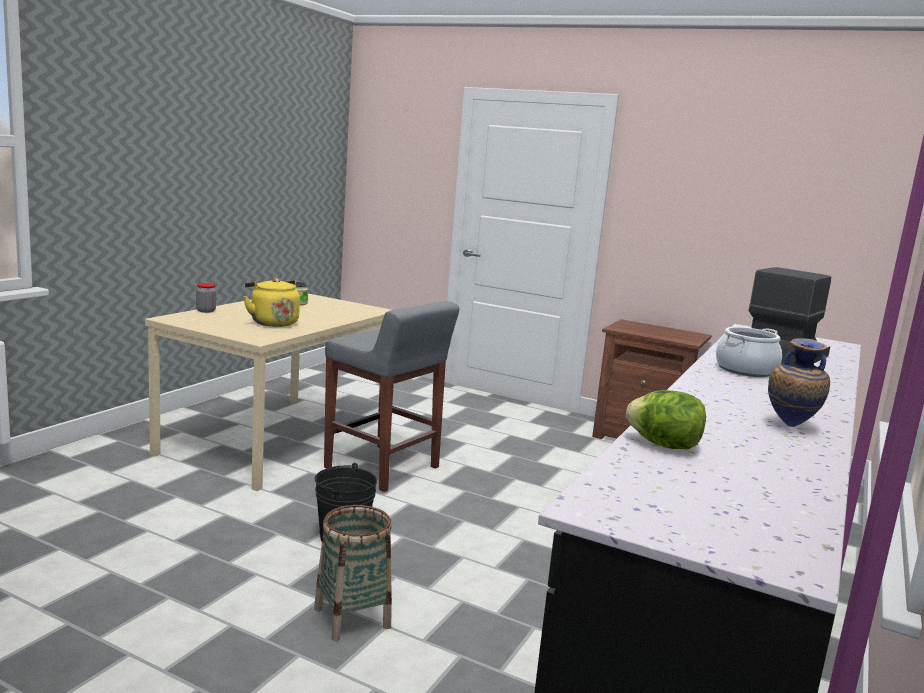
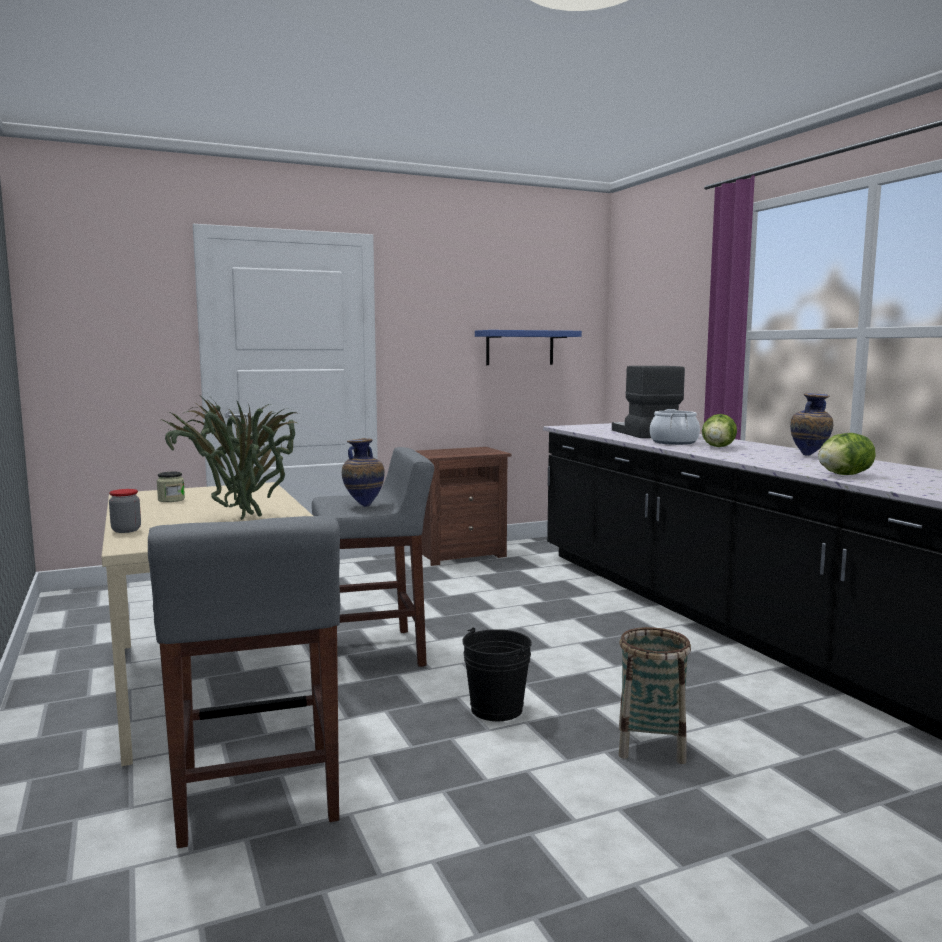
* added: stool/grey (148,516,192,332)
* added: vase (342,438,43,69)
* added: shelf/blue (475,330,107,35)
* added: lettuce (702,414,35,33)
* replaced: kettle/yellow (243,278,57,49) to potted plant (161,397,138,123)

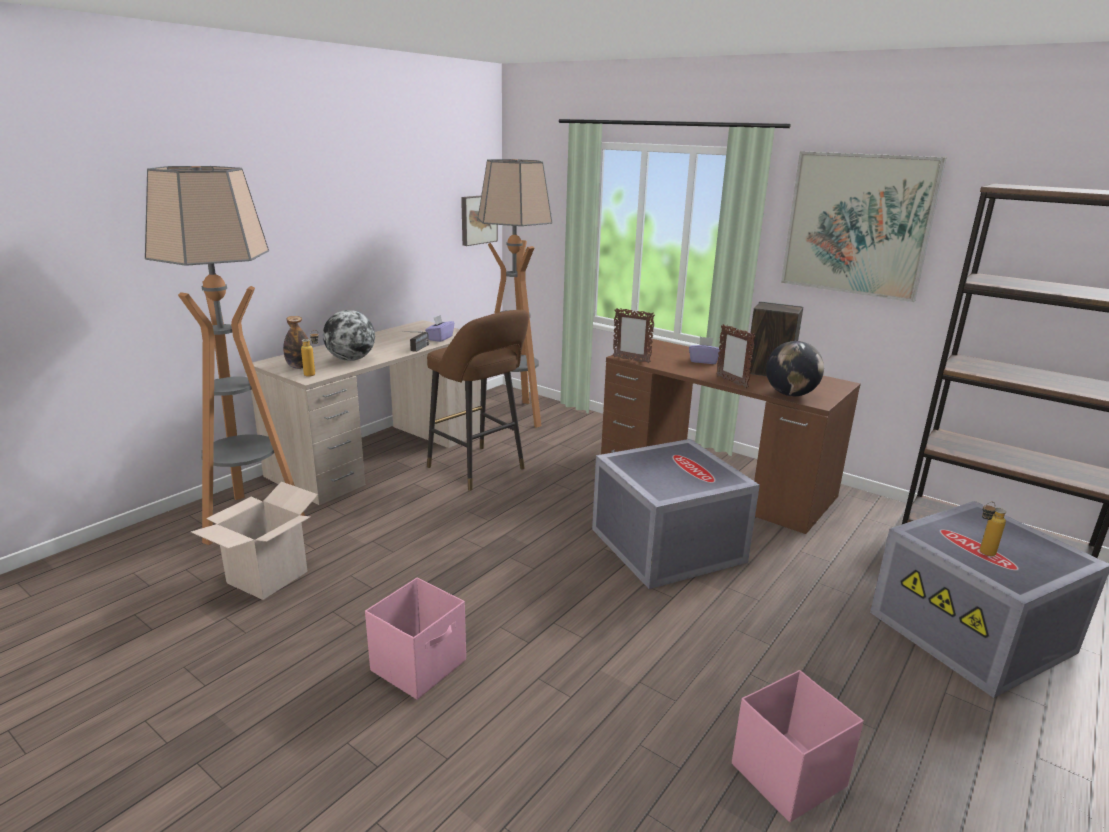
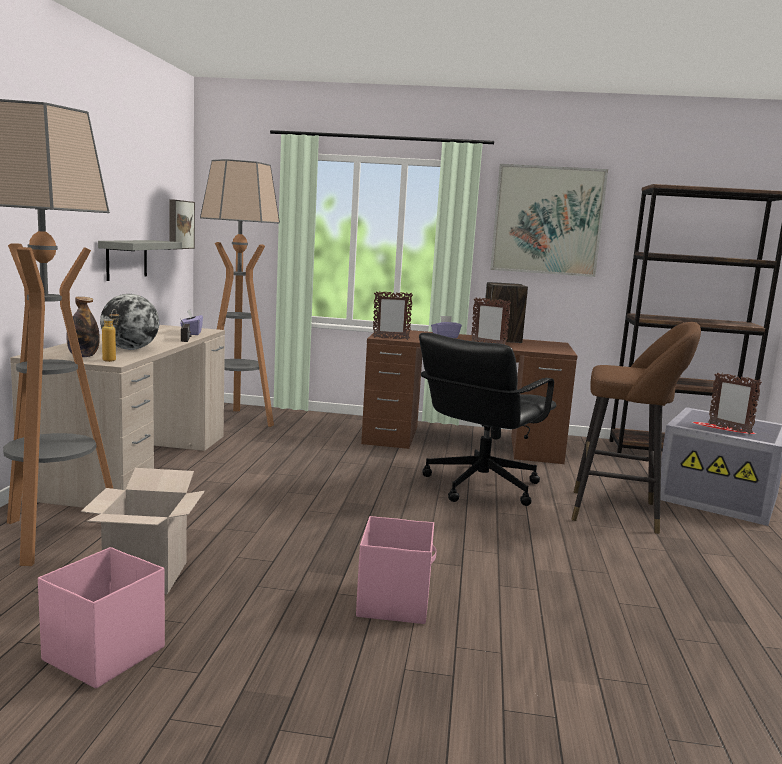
* removed: globe (766,341,58,55)
* added: shelf/grey (98,240,84,41)
* moved: stool/brown (427,310,102,181) to (571,322,130,212)
* moved: storage box/pink (732,670,132,152) to (38,547,127,142)
* replaced: storage box/grey (592,439,168,150) to office chair/black (419,333,137,173)
* replaced: bottle (980,502,27,54) to picture frame (708,372,54,62)

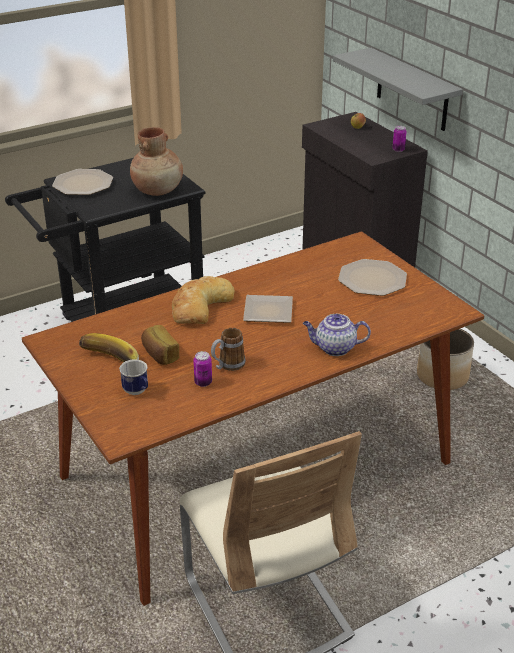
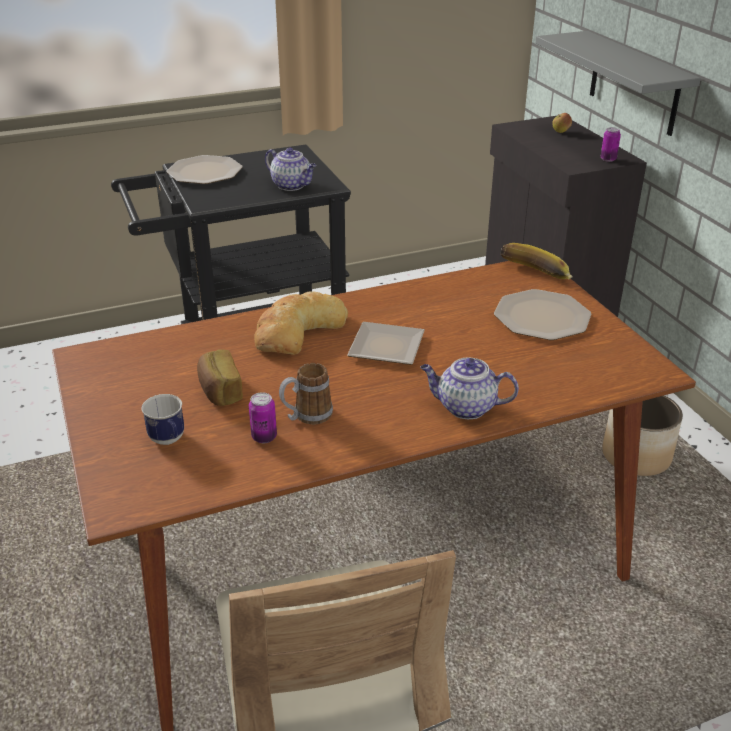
* moved: banana (79,333,60,29) to (500,243,73,37)
* replaced: vase/brown (130,127,53,69) to teapot (265,148,51,43)

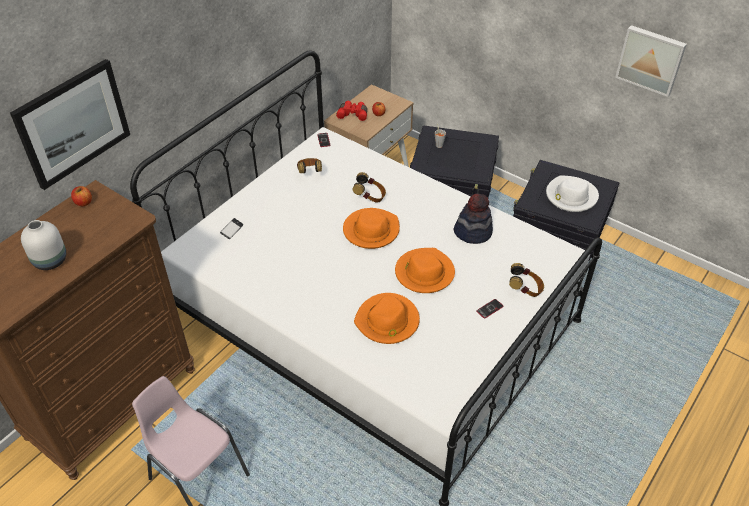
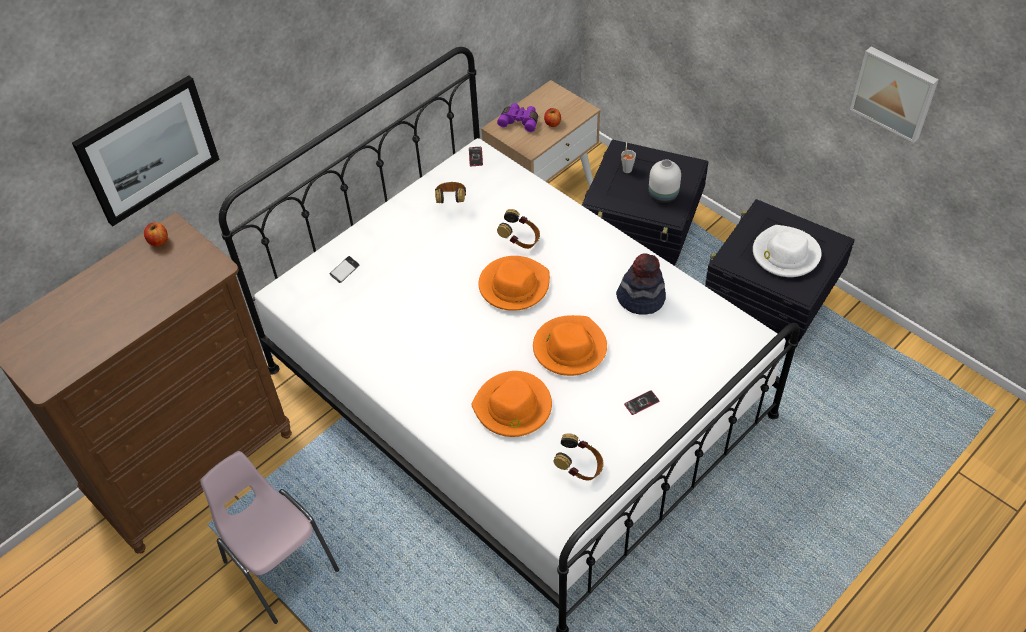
* moved: vase/white (21,220,45,50) to (649,159,32,44)
* moved: headphones (509,263,35,34) to (554,433,49,48)
* recoloured: binoculars/red (336,101,31,20) to binoculars/purple (497,103,41,29)

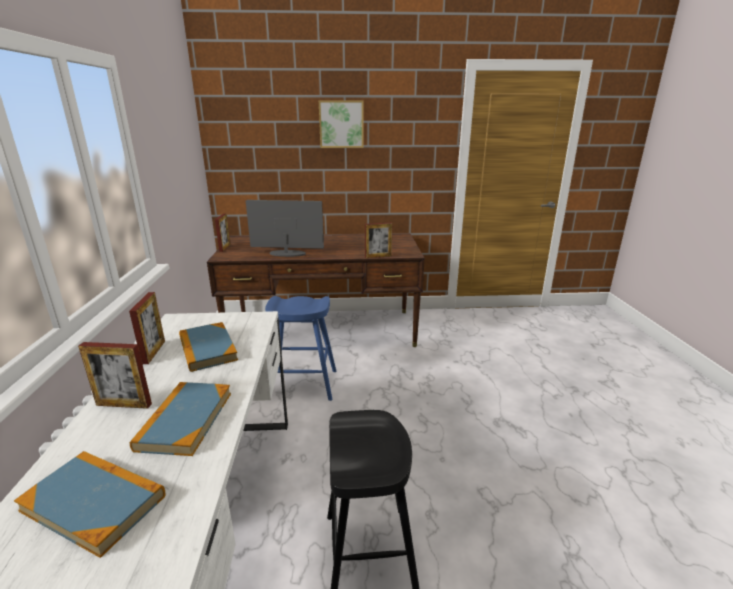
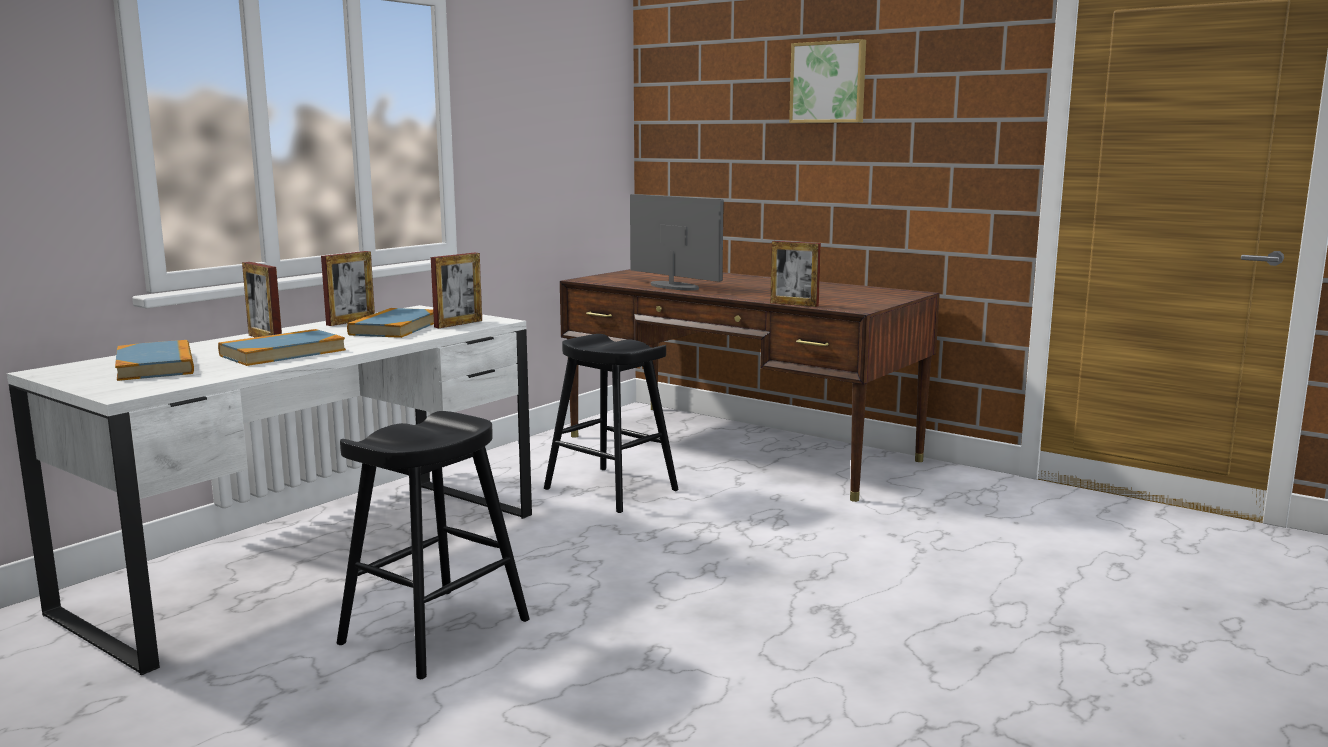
* moved: picture frame (215,214,16,38) to (431,253,51,75)
* recoloured: stool/blue (265,296,71,105) to stool/black (544,334,135,179)

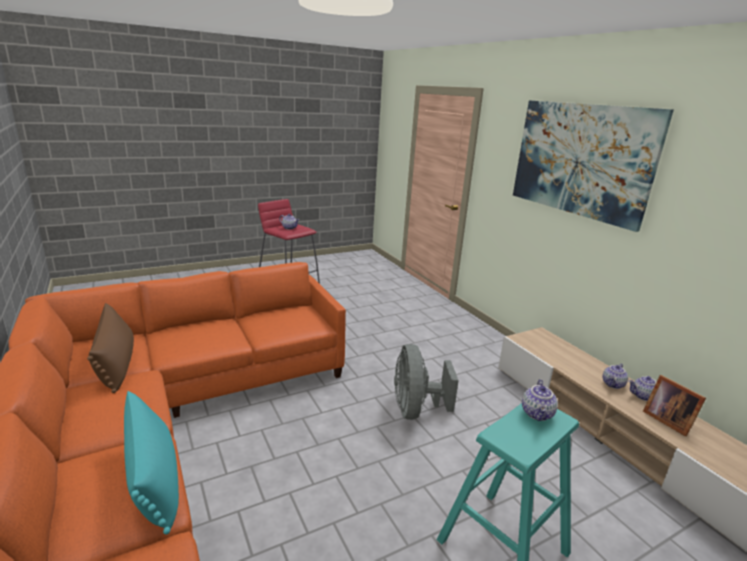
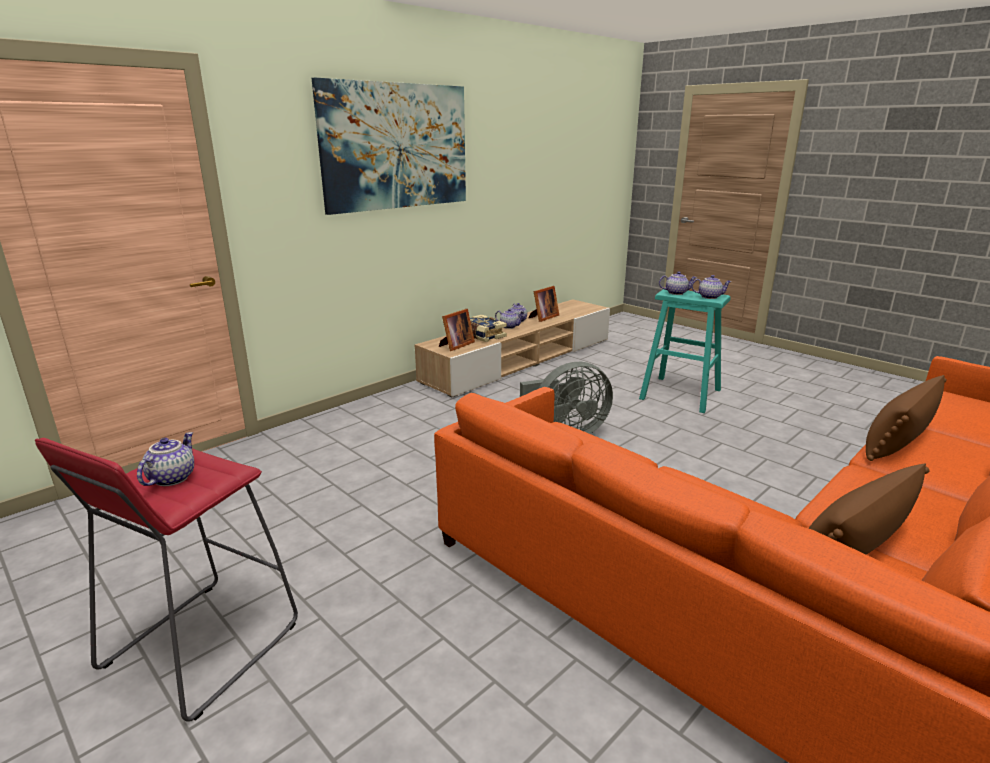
* added: picture frame (439,309,36,42)
* added: book (470,315,37,27)
* added: teapot (691,275,41,24)
* recoloured: pillow/turquoise (124,391,55,144) to pillow/brown (866,375,81,86)

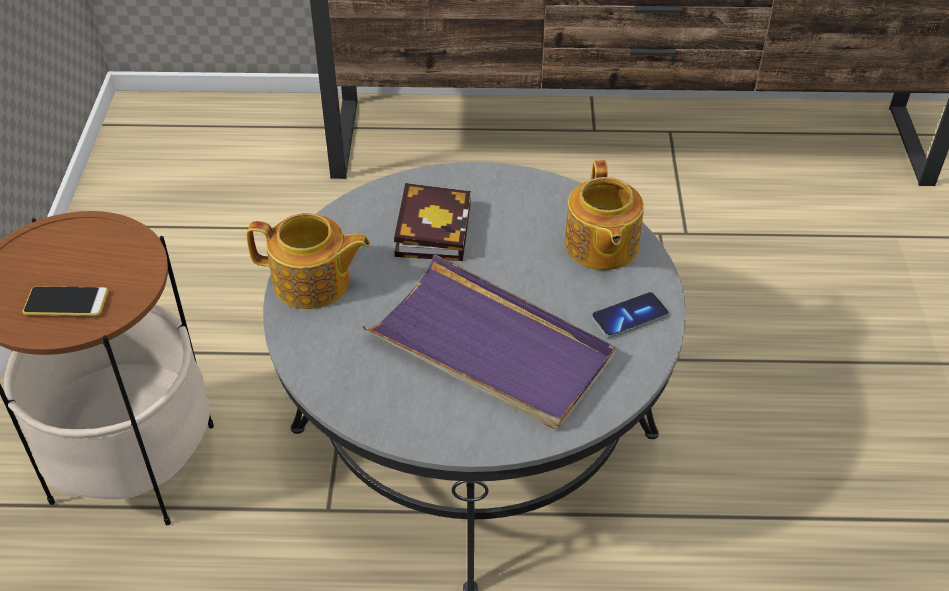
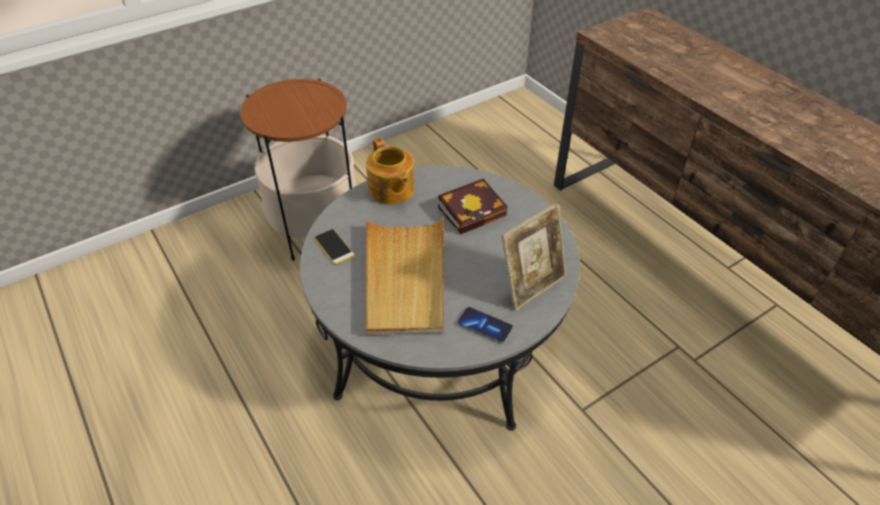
* moved: phone (22,286,87,30) to (314,229,40,36)
* replaced: teapot (565,160,79,110) to picture frame (501,203,66,108)
* recoloured: tray/purple (363,254,252,175) to tray/beige (366,217,78,118)

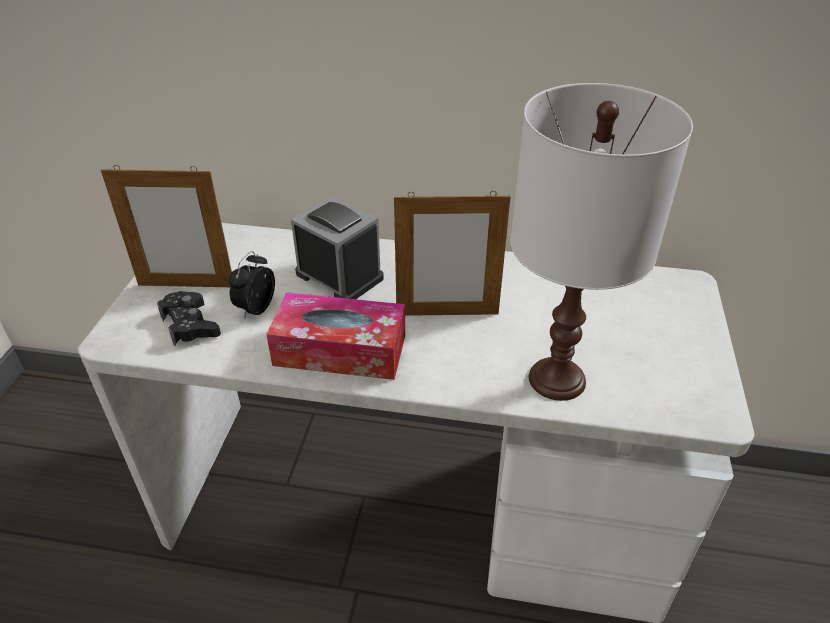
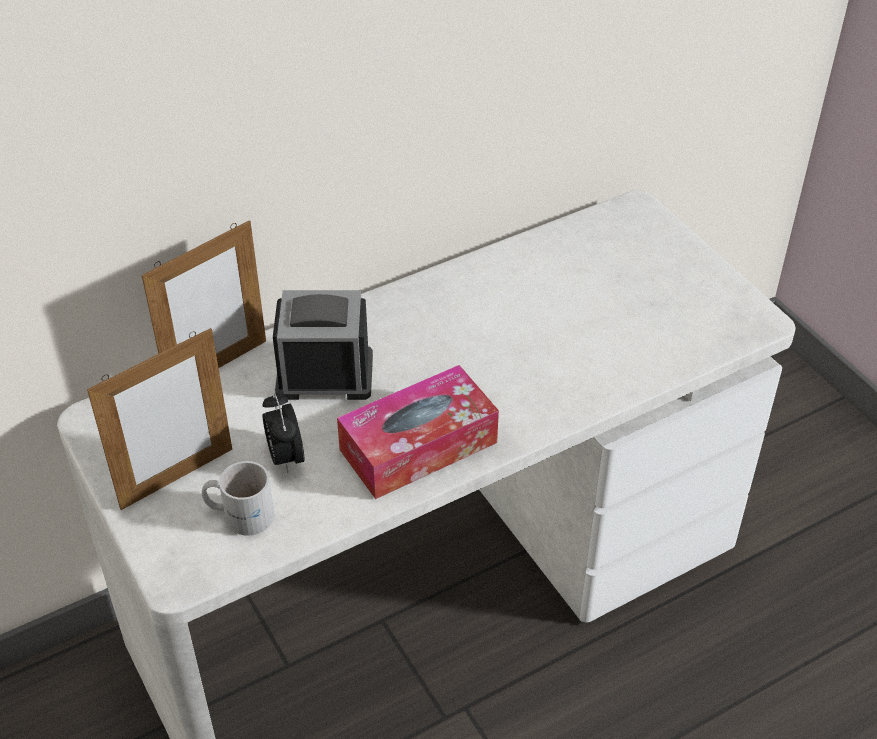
* removed: table lamp/white (510,83,183,318)
* moved: picture frame (394,191,117,125) to (142,220,124,148)
* replaced: game controller/black (157,291,64,55) to mug/white (202,461,73,75)

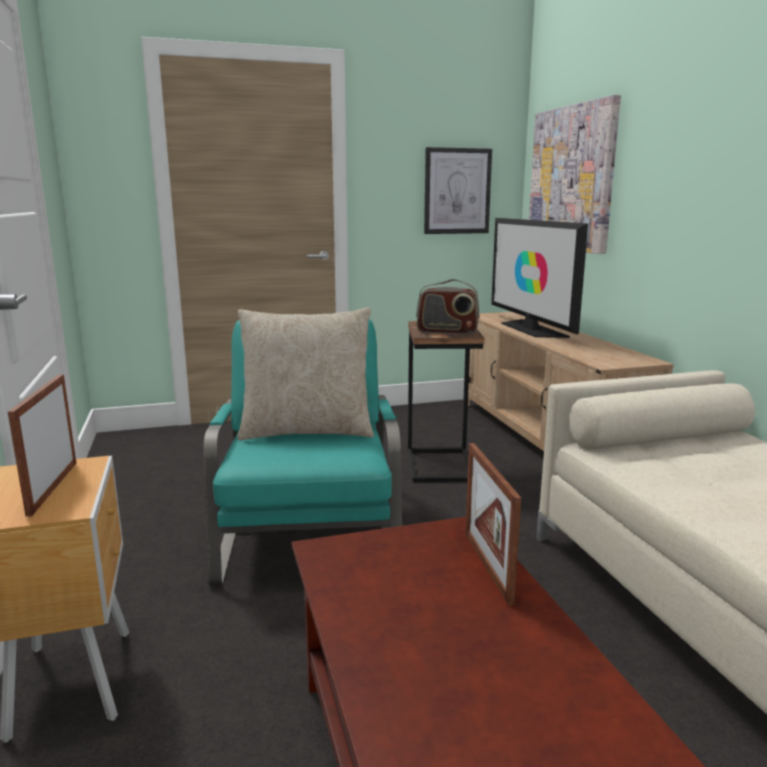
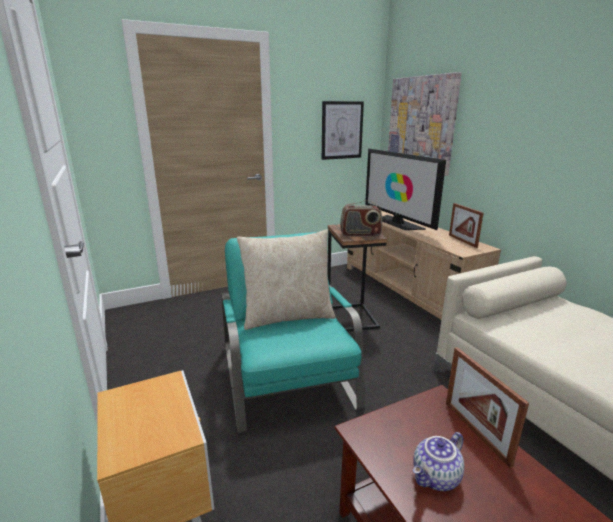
* added: teapot (413,432,51,59)
* moved: picture frame (8,374,68,143) to (449,203,35,45)

